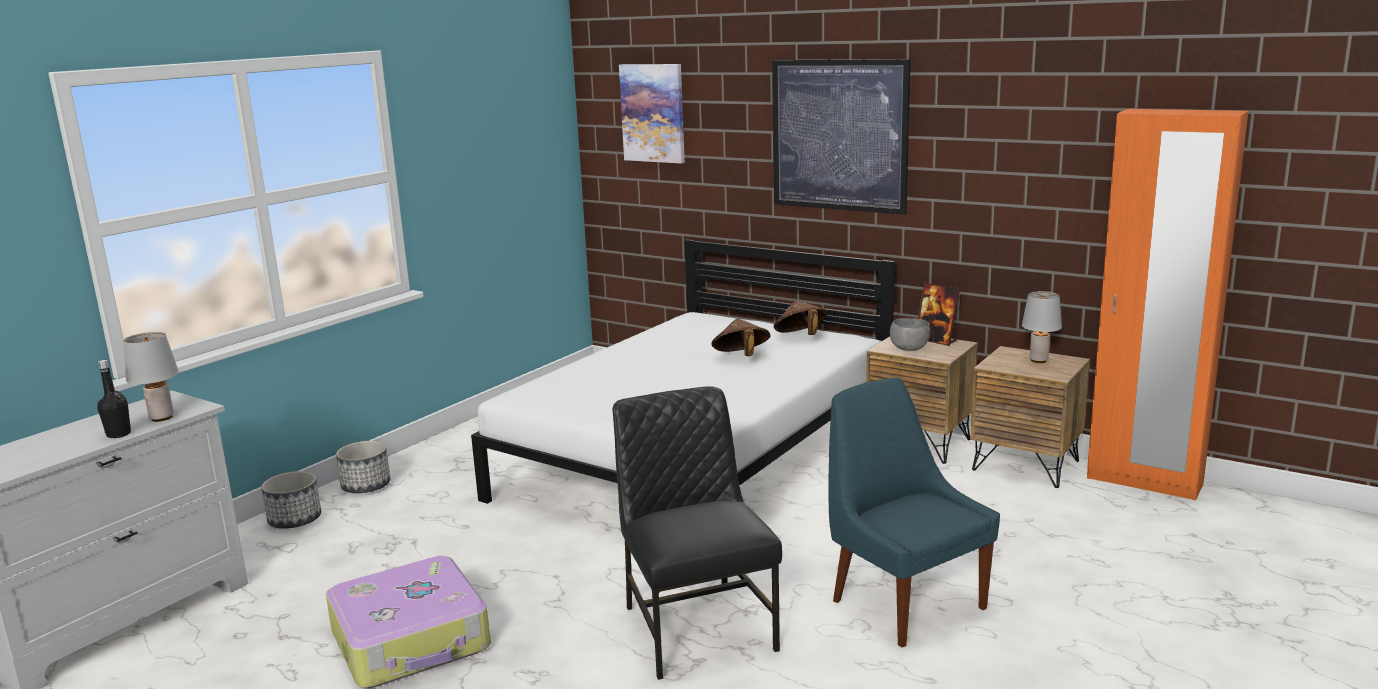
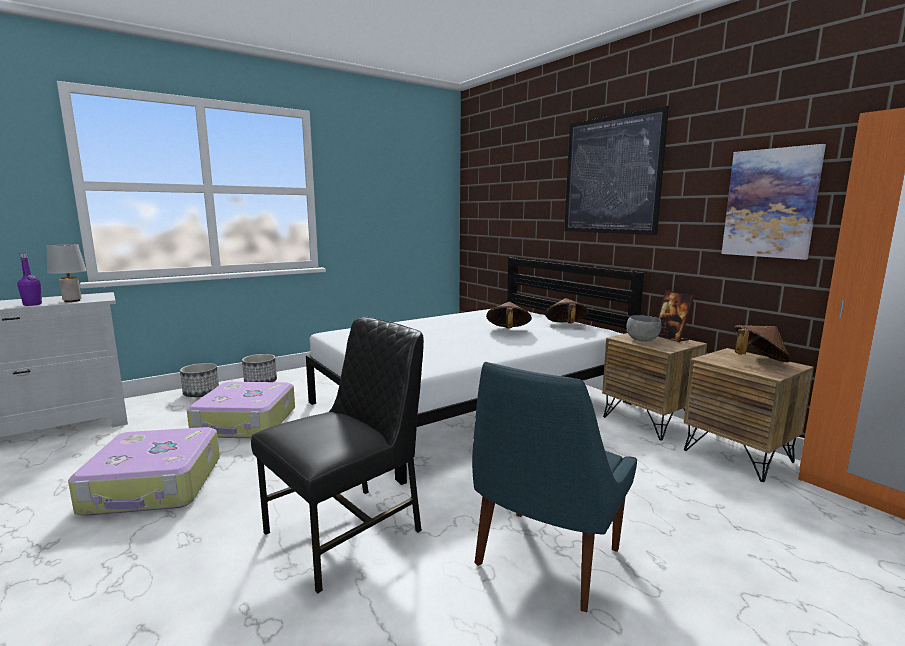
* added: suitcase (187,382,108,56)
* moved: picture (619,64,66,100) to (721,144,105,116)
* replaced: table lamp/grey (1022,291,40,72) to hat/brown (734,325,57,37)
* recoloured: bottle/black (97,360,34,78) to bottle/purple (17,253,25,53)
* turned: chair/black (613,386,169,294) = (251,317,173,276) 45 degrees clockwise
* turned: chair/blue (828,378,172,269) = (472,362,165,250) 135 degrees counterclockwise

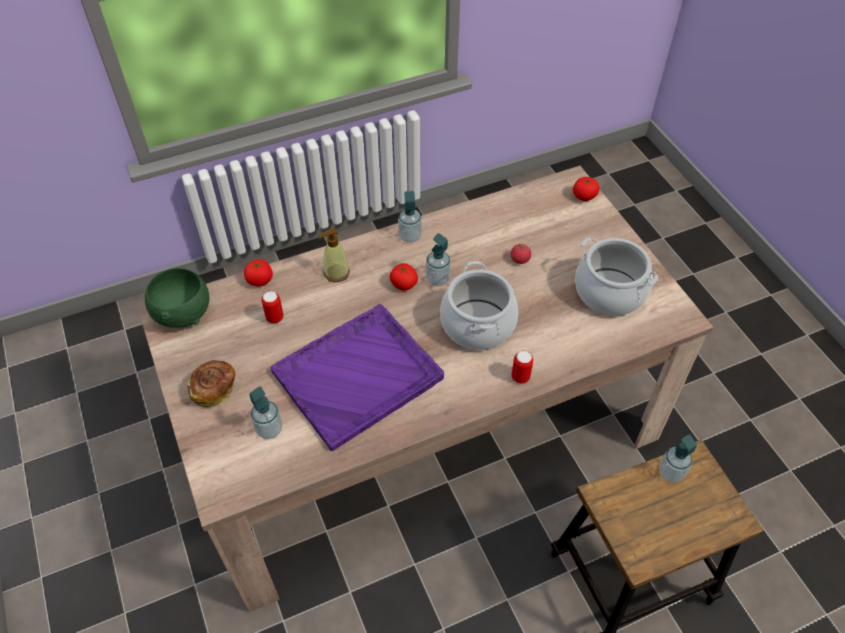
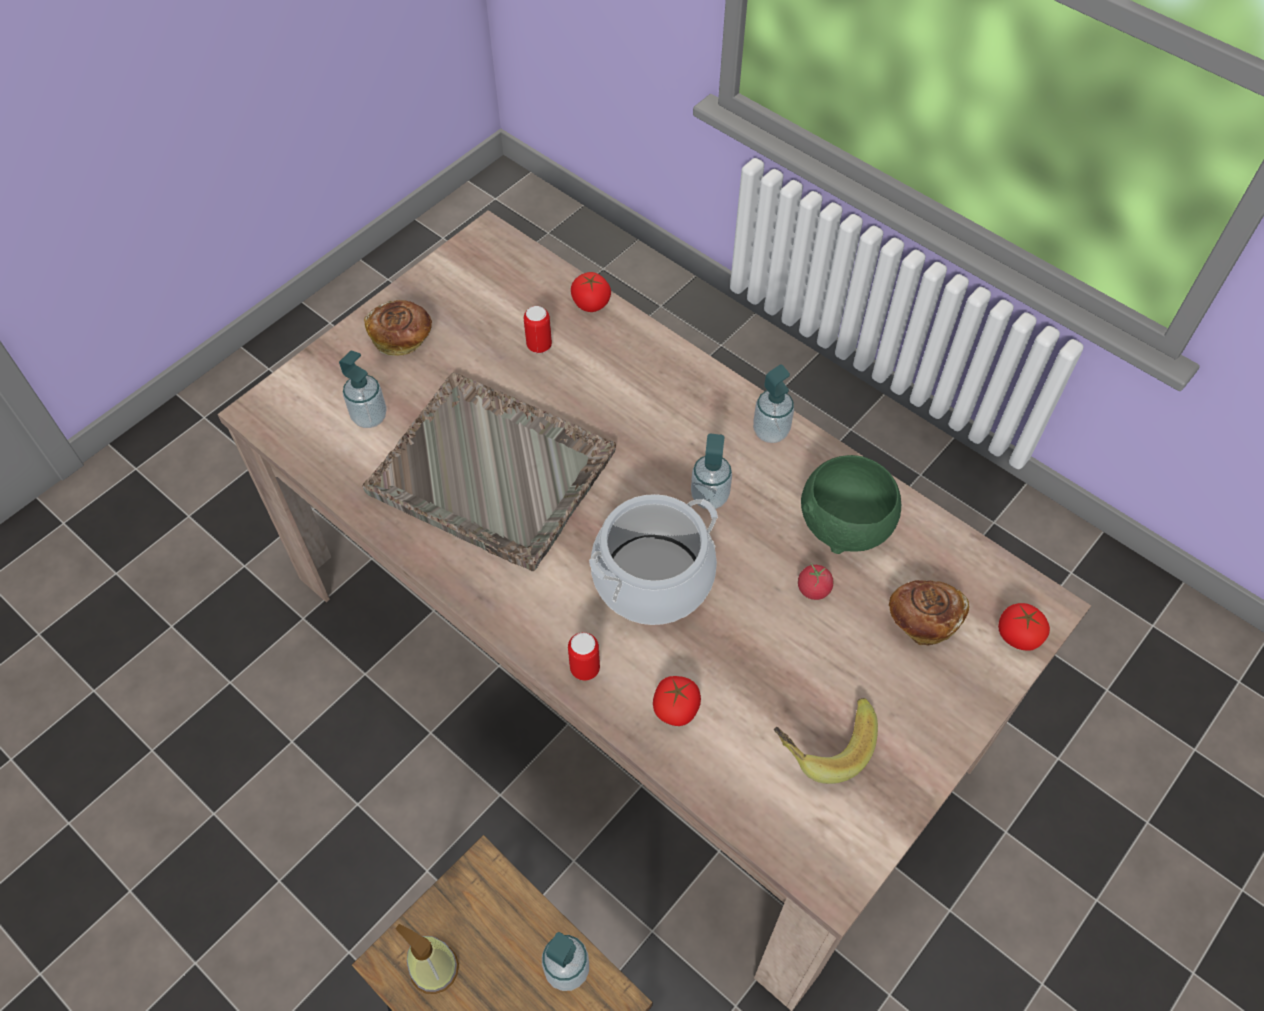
* added: bread (889,580,80,65)
* moved: bowl/green (145,268,64,60) to (801,455,100,99)
* moved: soap dispenser (318,228,32,54) to (395,924,64,70)
* moved: tomato (390,263,28,28) to (653,676,48,50)
* replaced: cooking pot (575,237,83,79) to banana (774,698,104,86)
* recoloured: tray/purple (271,304,173,147) to tray/grey (362,373,254,198)

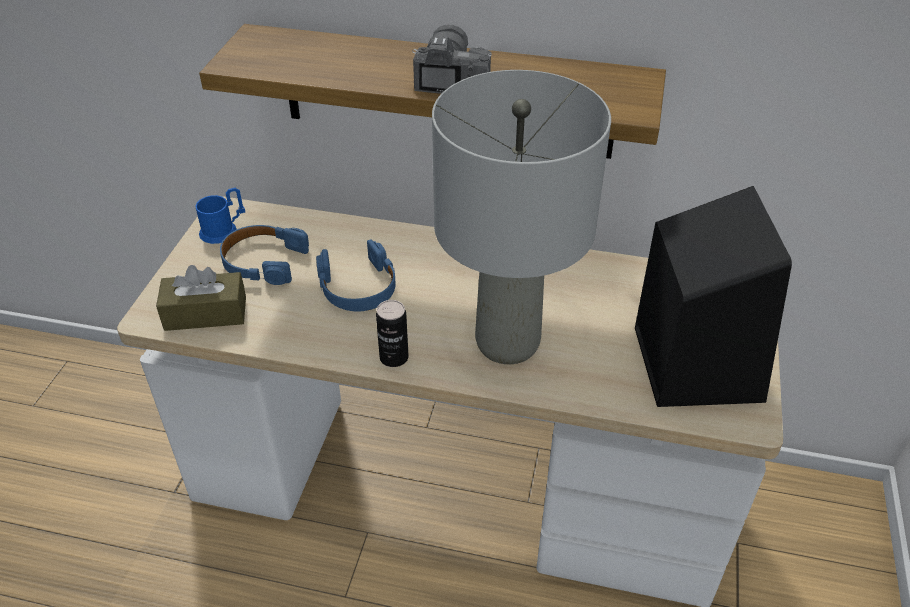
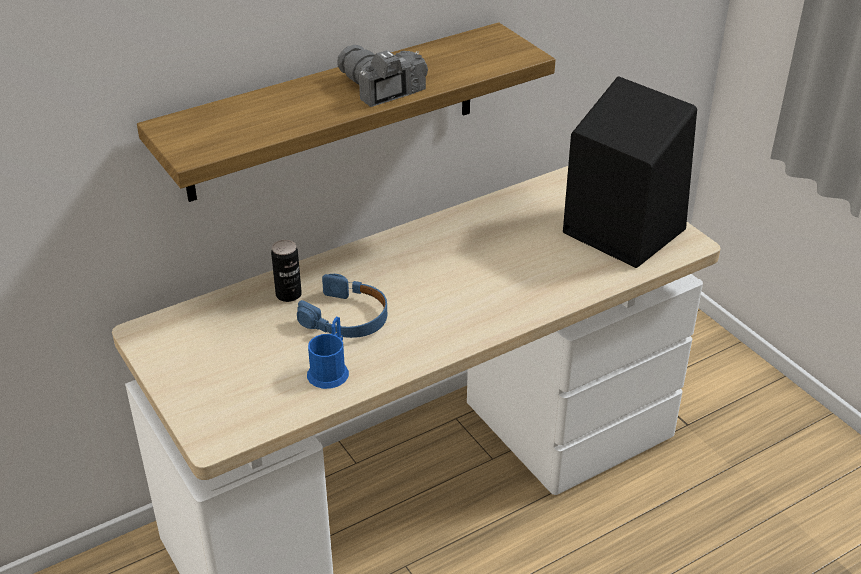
* removed: tissue box/brown (156,265,90,66)
* removed: headphones/blue (220,225,89,60)
* removed: table lamp/grey (432,70,179,294)
* moved: mug/blue (195,188,50,56) to (307,317,42,72)
* moved: can (376,300,33,67) to (271,240,31,62)

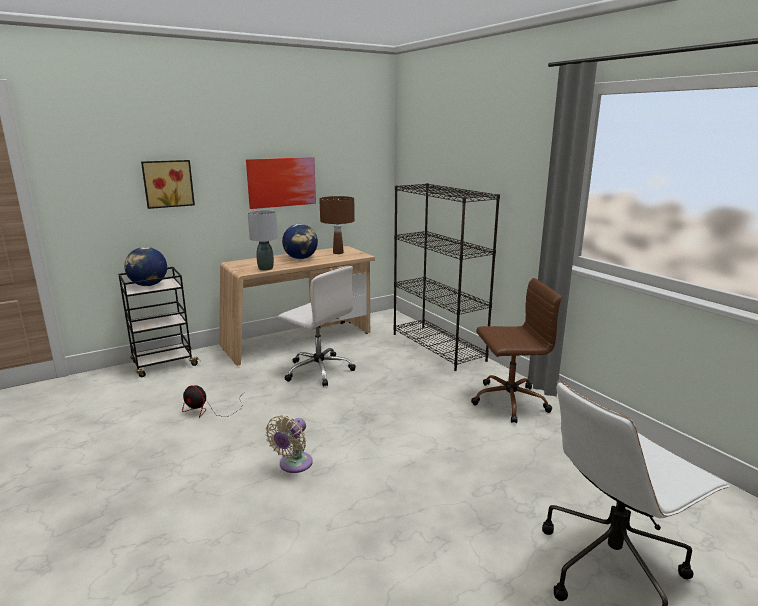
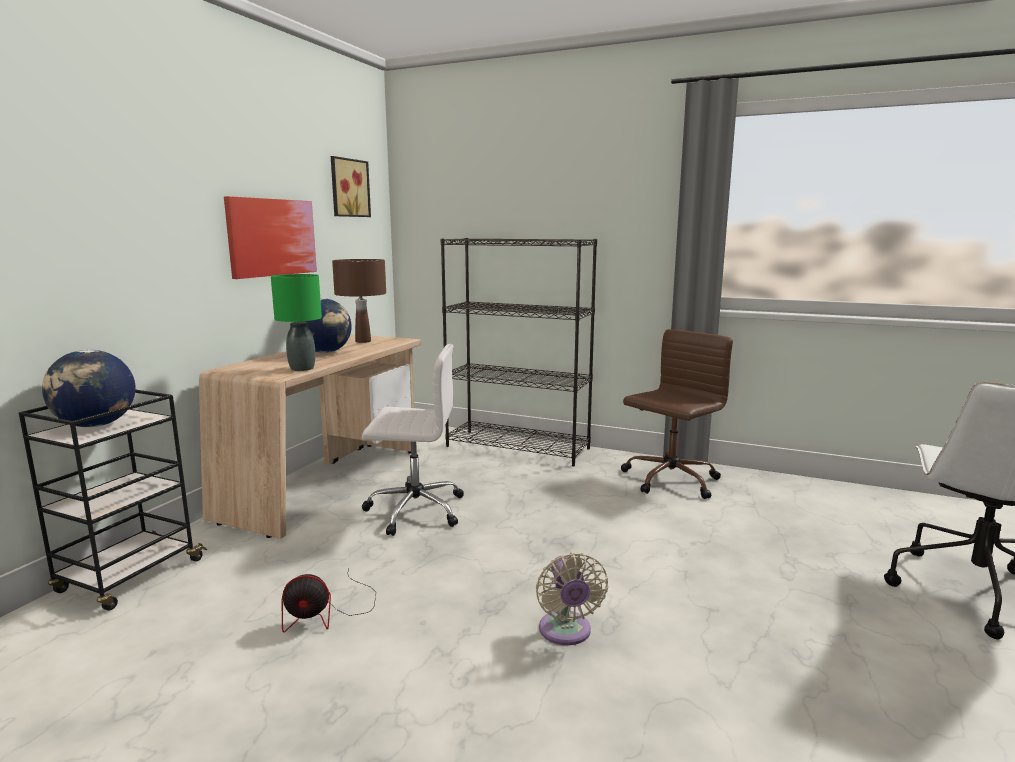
* moved: picture (141,160,54,49) to (331,156,40,61)
* recoloured: table lamp/grey (248,210,30,61) to table lamp/green (271,274,51,97)

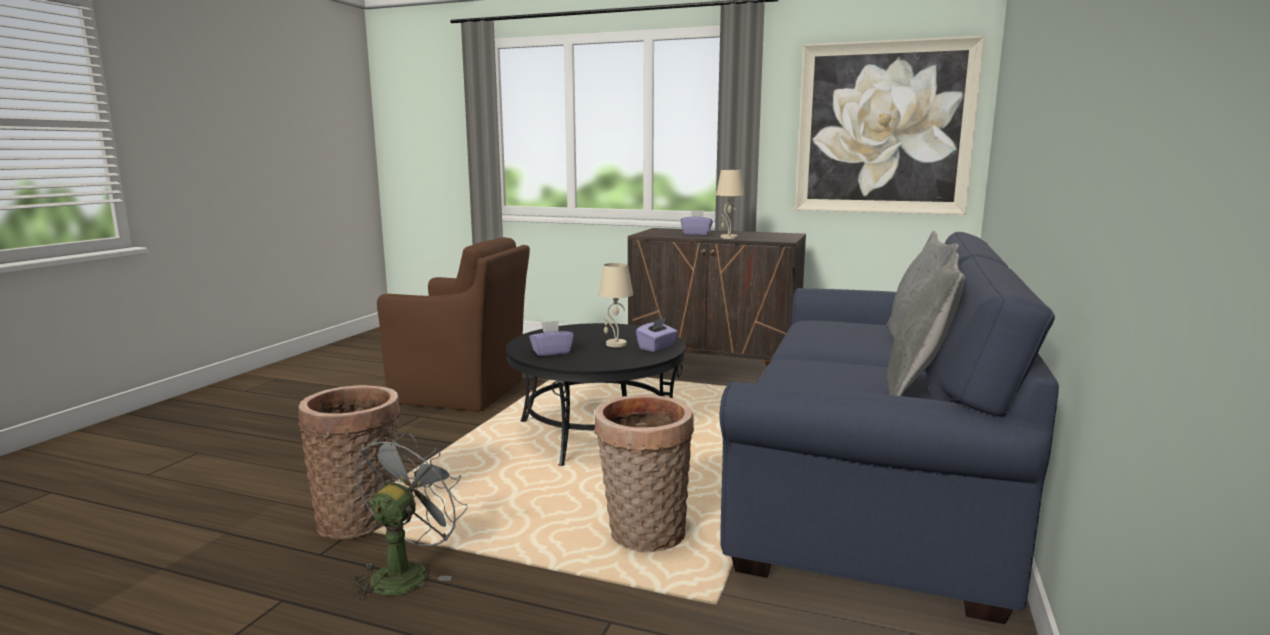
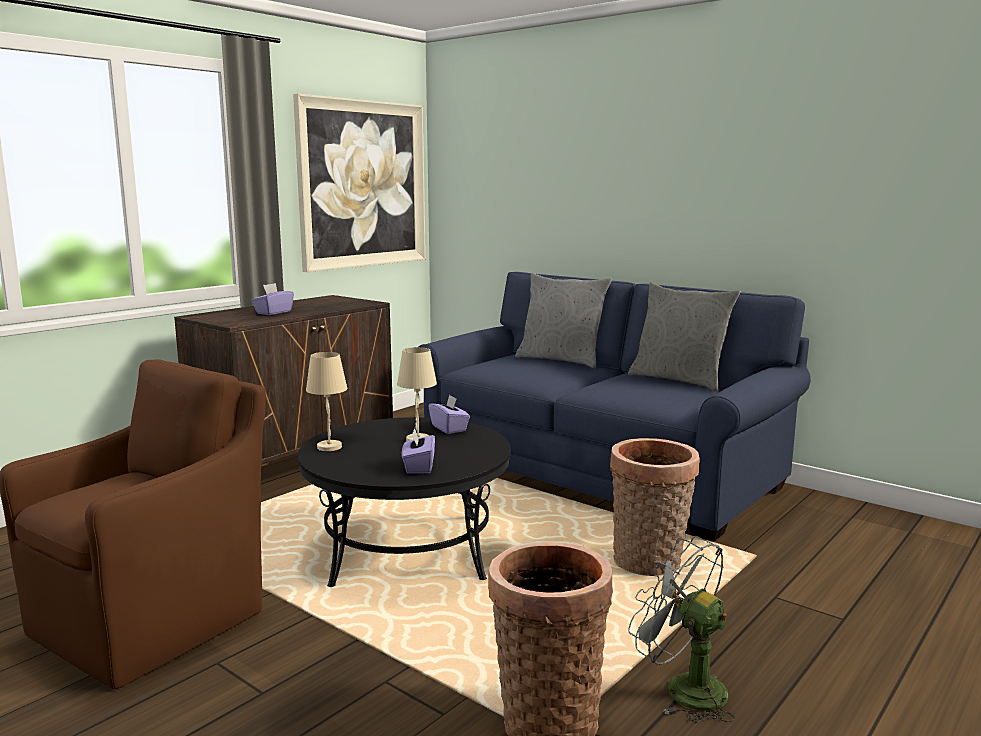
* moved: table lamp/beige (716,170,29,69) to (306,352,41,99)

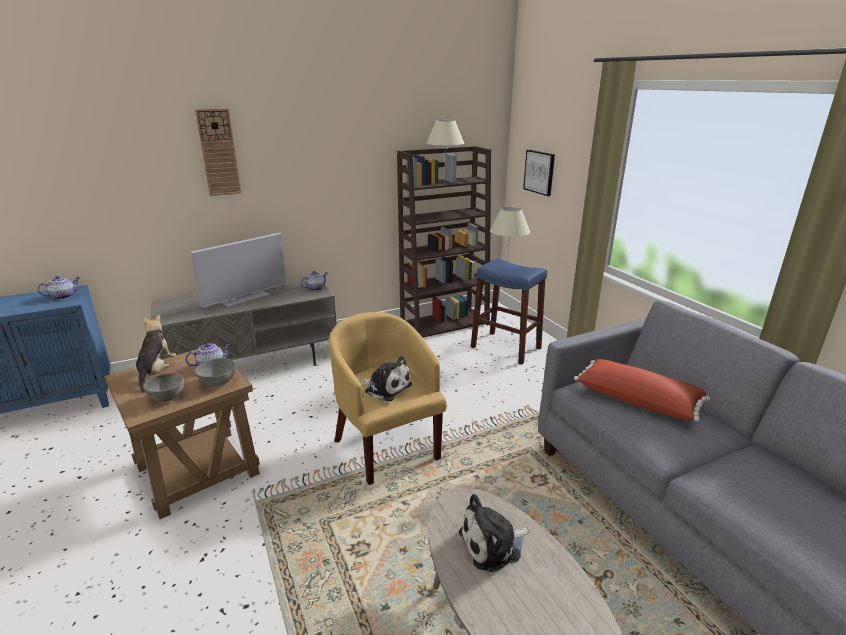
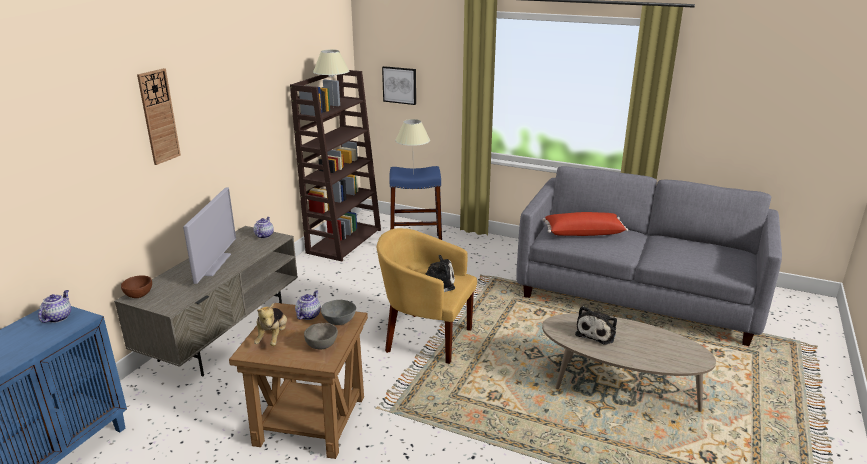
* added: bowl/brown (121,275,31,23)
* turned: plush toy (134,315,42,78) = (254,303,33,43) 135 degrees counterclockwise

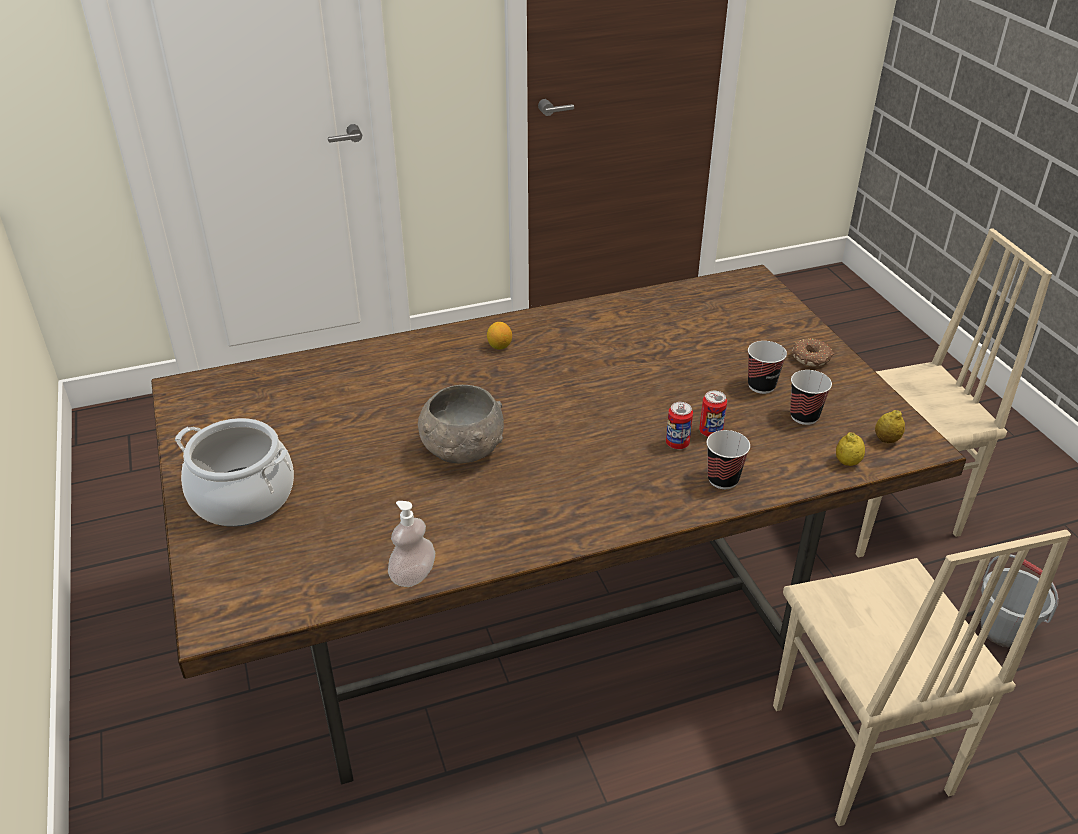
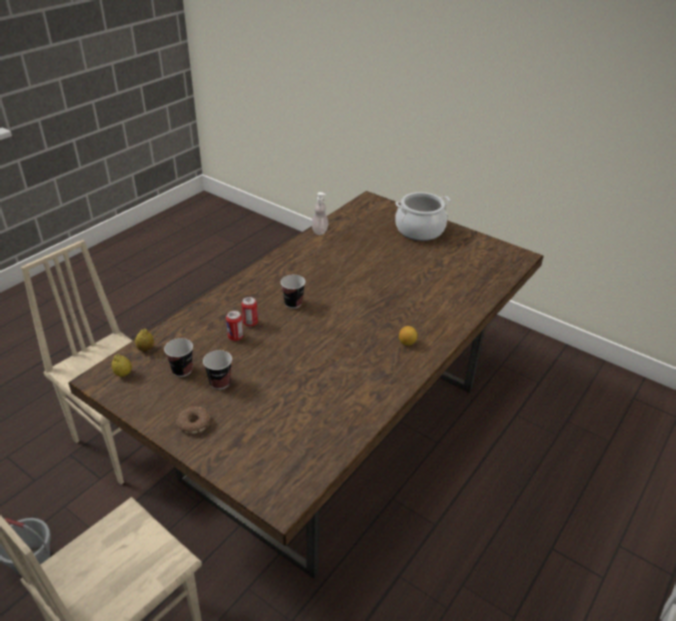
* removed: bowl/grey (418,385,86,78)
* moved: cup (707,430,43,59) to (281,275,24,34)

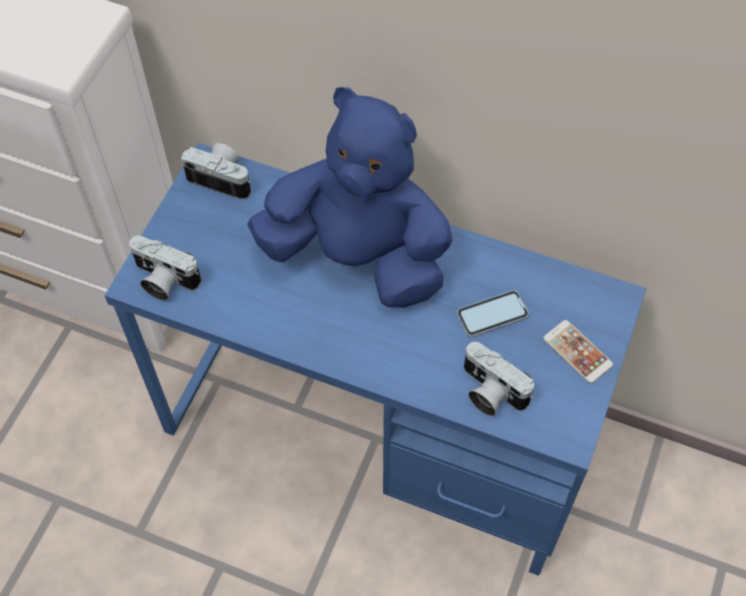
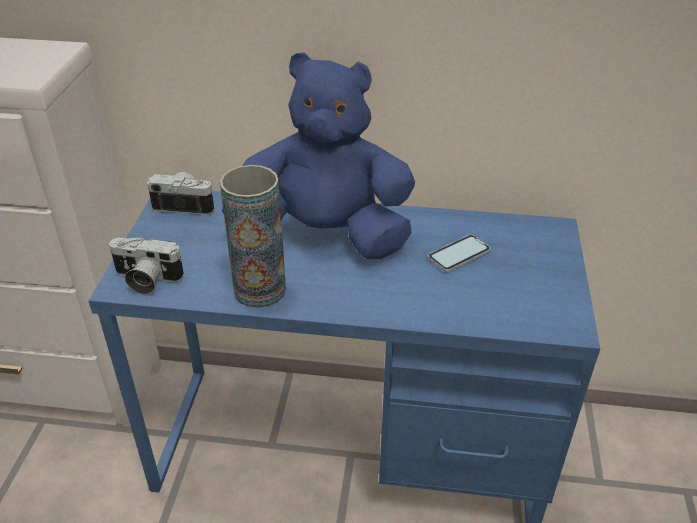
* removed: photo camera (464,342,70,74)
* removed: phone (543,320,70,63)
* added: vase (220,165,66,143)

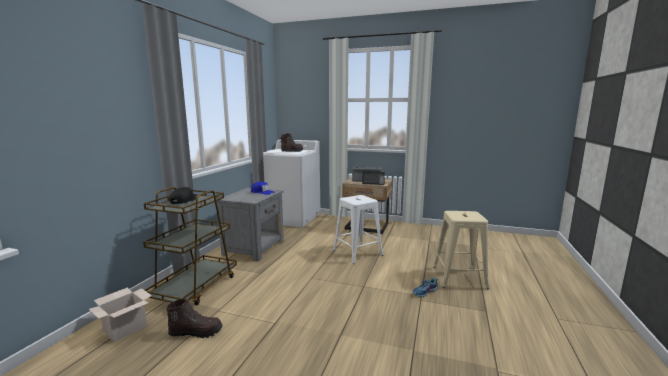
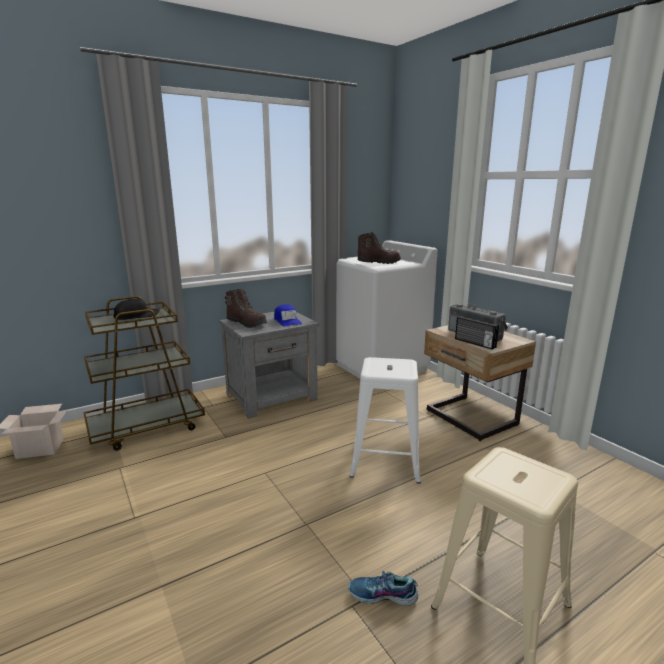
* moved: boot/brown (166,299,57,39) to (225,289,42,39)

